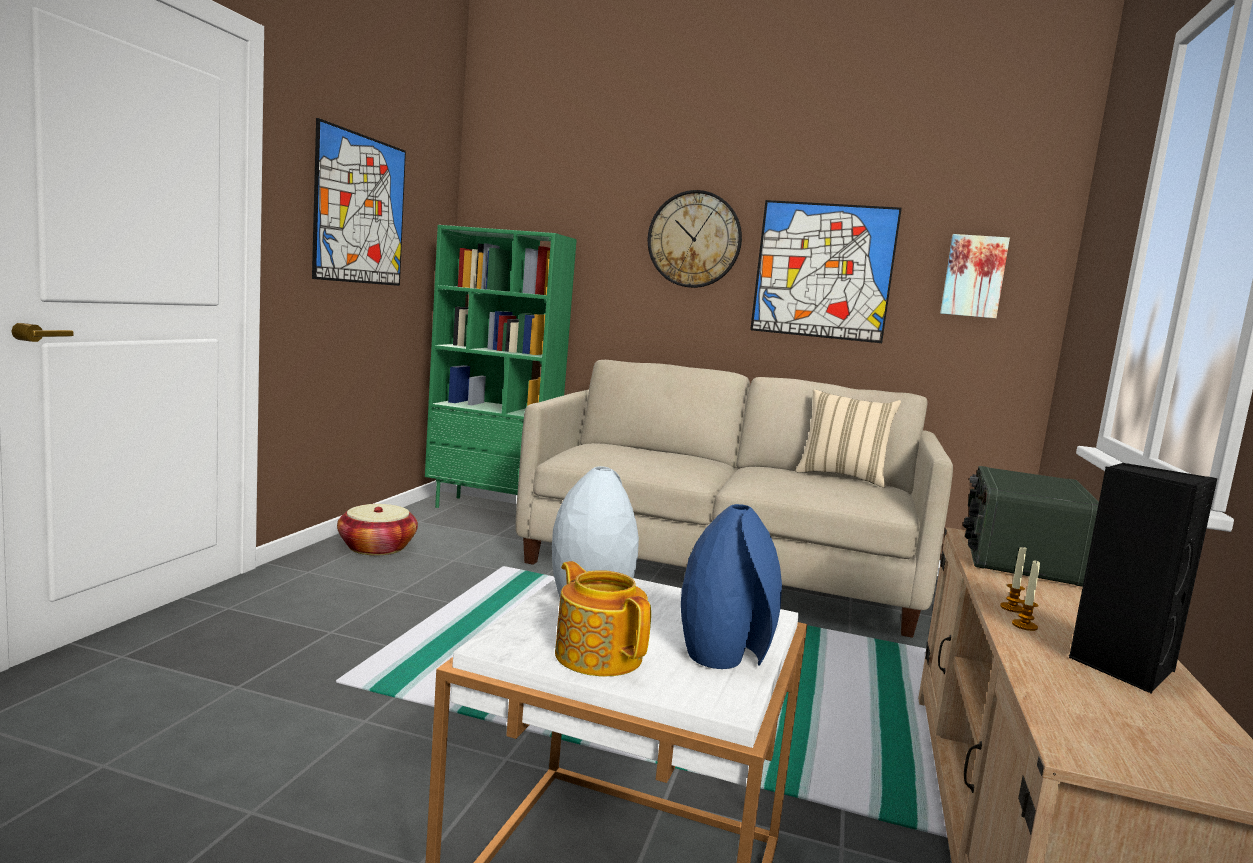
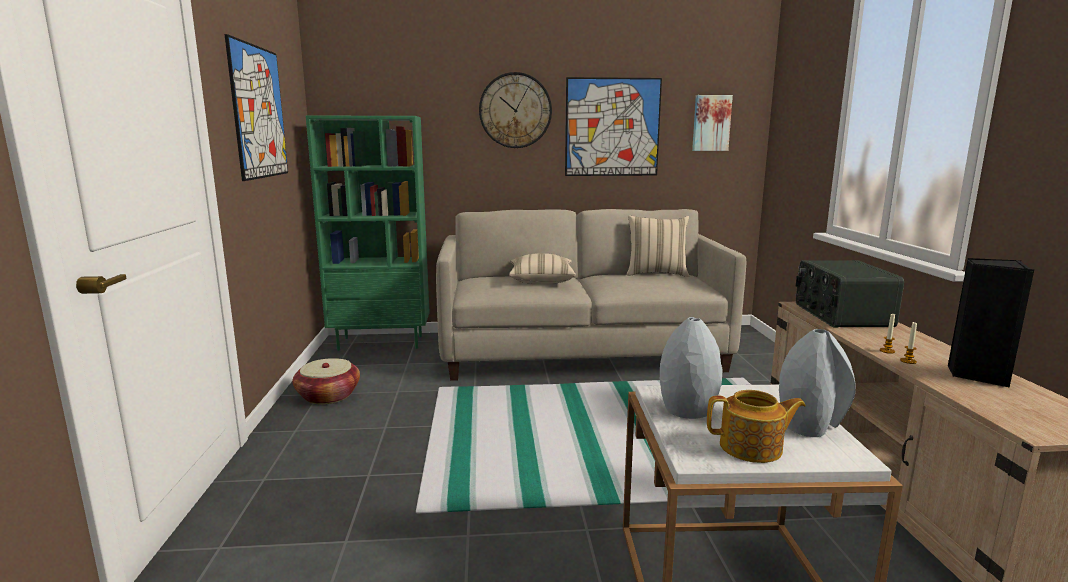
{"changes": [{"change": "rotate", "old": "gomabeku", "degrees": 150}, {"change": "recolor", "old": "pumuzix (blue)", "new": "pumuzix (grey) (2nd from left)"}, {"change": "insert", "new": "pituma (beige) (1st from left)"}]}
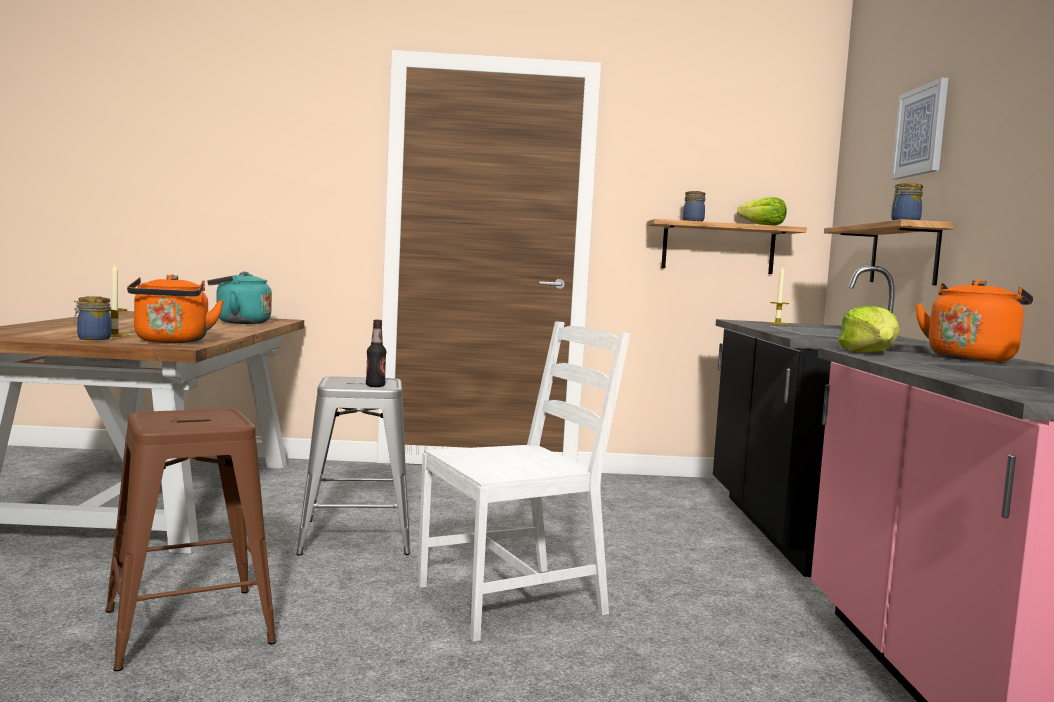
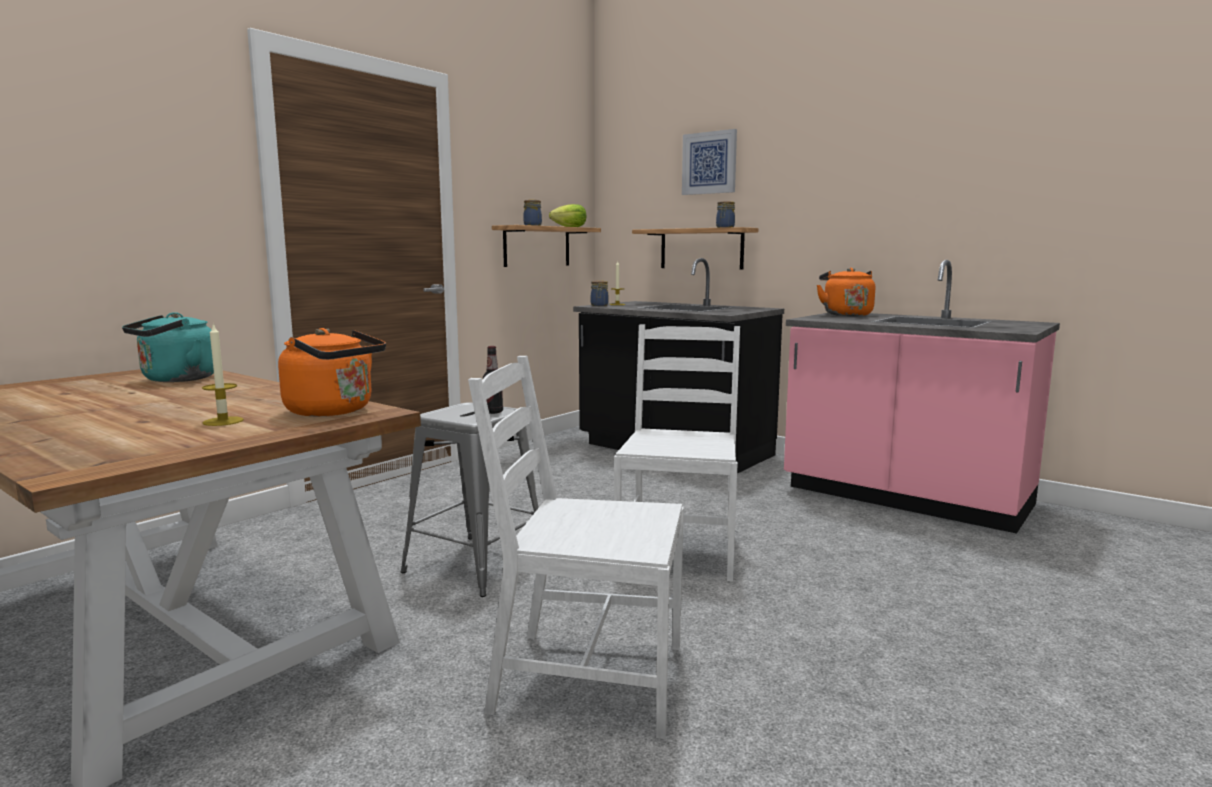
{"changes": [{"change": "move", "old": "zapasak (1st from left in the first image)", "new": "zapasak (2nd from left)"}, {"change": "replace", "old": "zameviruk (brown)", "new": "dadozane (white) (1st from left)"}, {"change": "delete", "old": "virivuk (2nd from left)"}]}
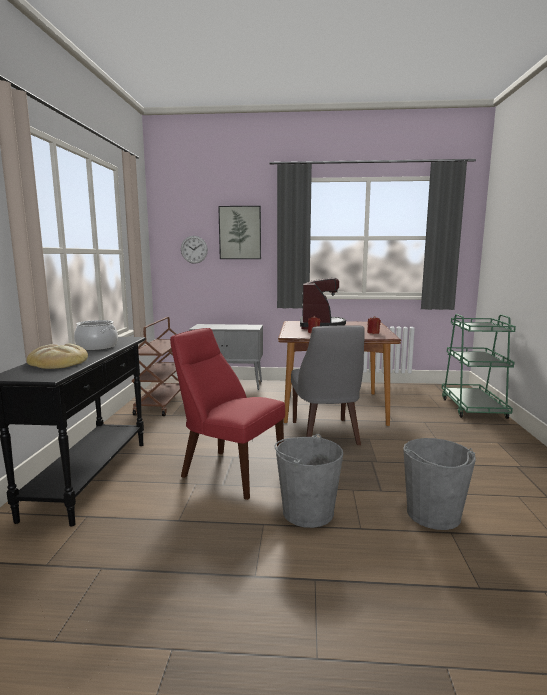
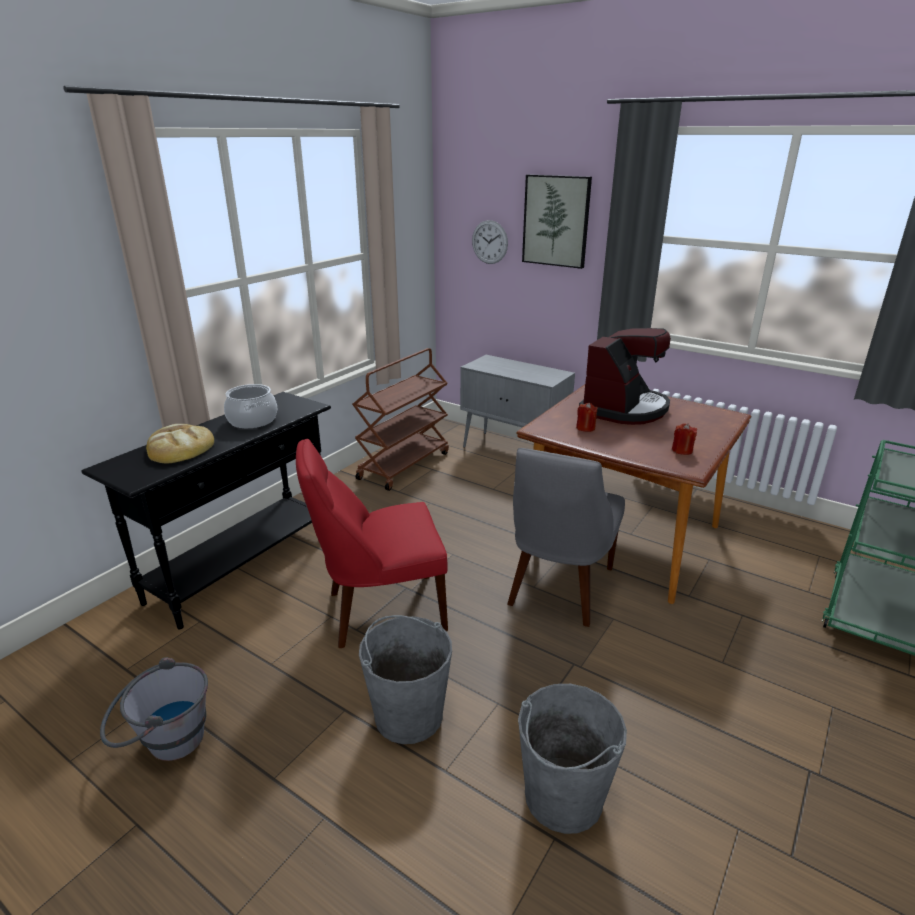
{"changes": [{"change": "rotate", "old": "dadozane (red)", "degrees": -75}, {"change": "insert", "new": "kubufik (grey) (1st from left)"}]}
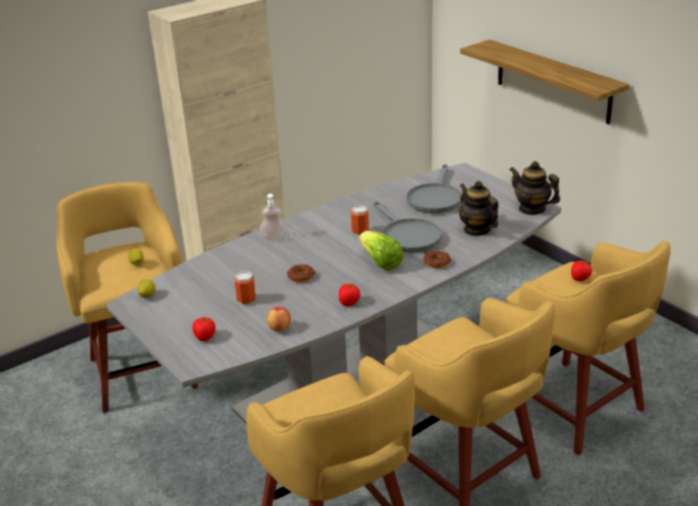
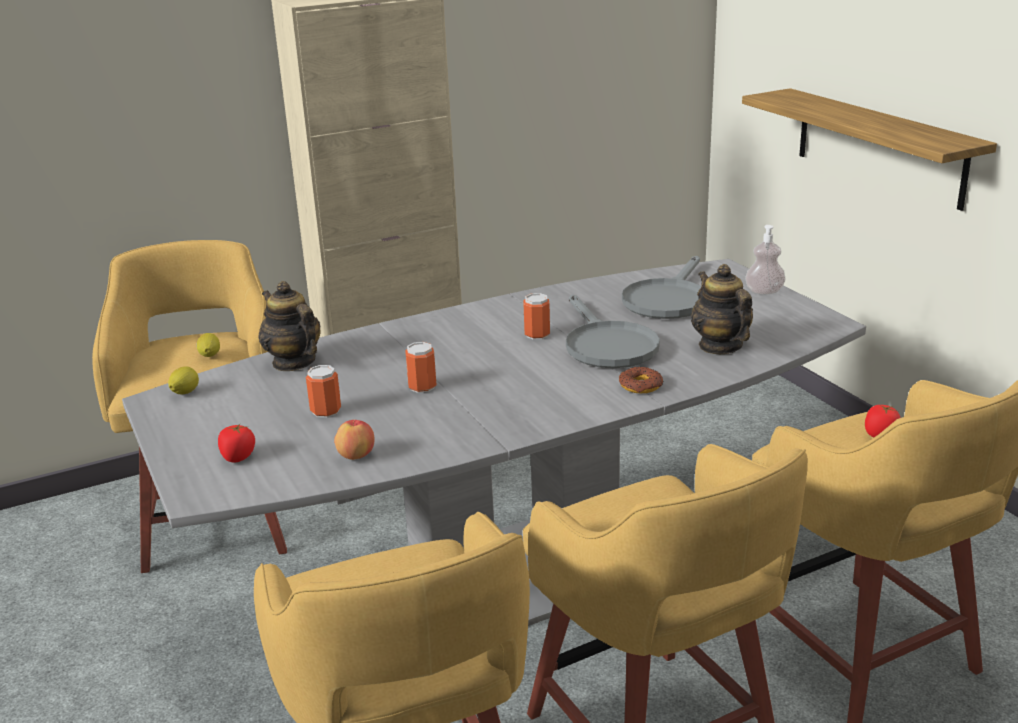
{"changes": [{"change": "move", "old": "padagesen"}, {"change": "replace", "old": "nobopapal (1st from left)", "new": "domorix (2nd from left)"}, {"change": "delete", "old": "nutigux (2nd from left)"}, {"change": "delete", "old": "virivuk"}, {"change": "move", "old": "gomabeku (2nd from left in the first image)", "new": "gomabeku (1st from left)"}]}
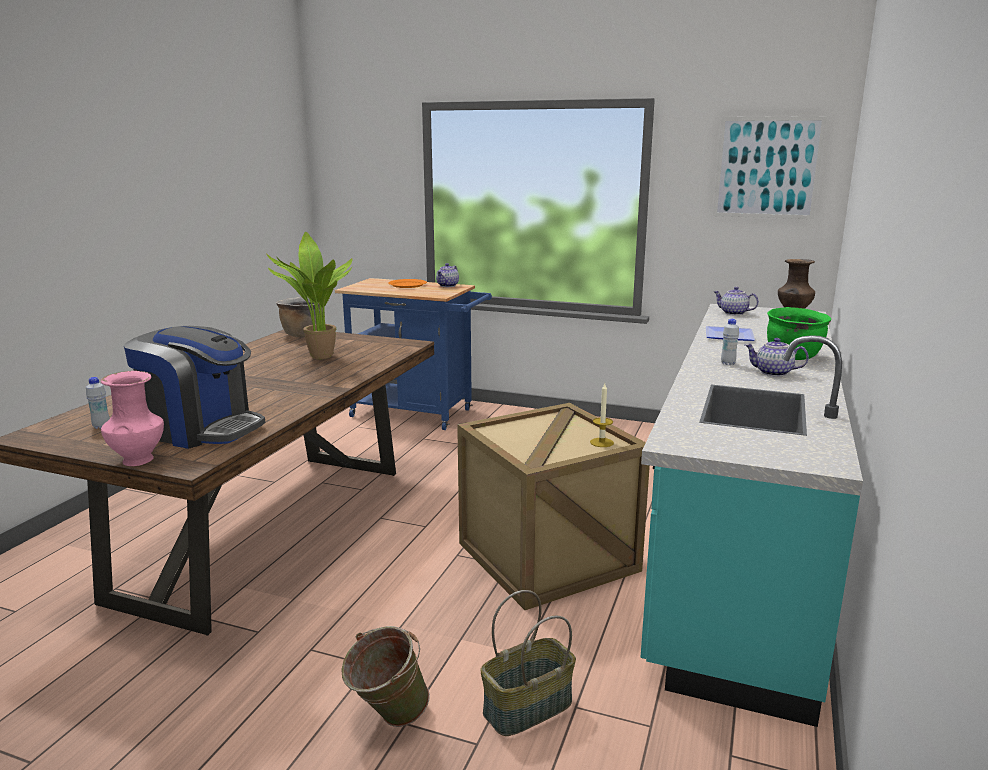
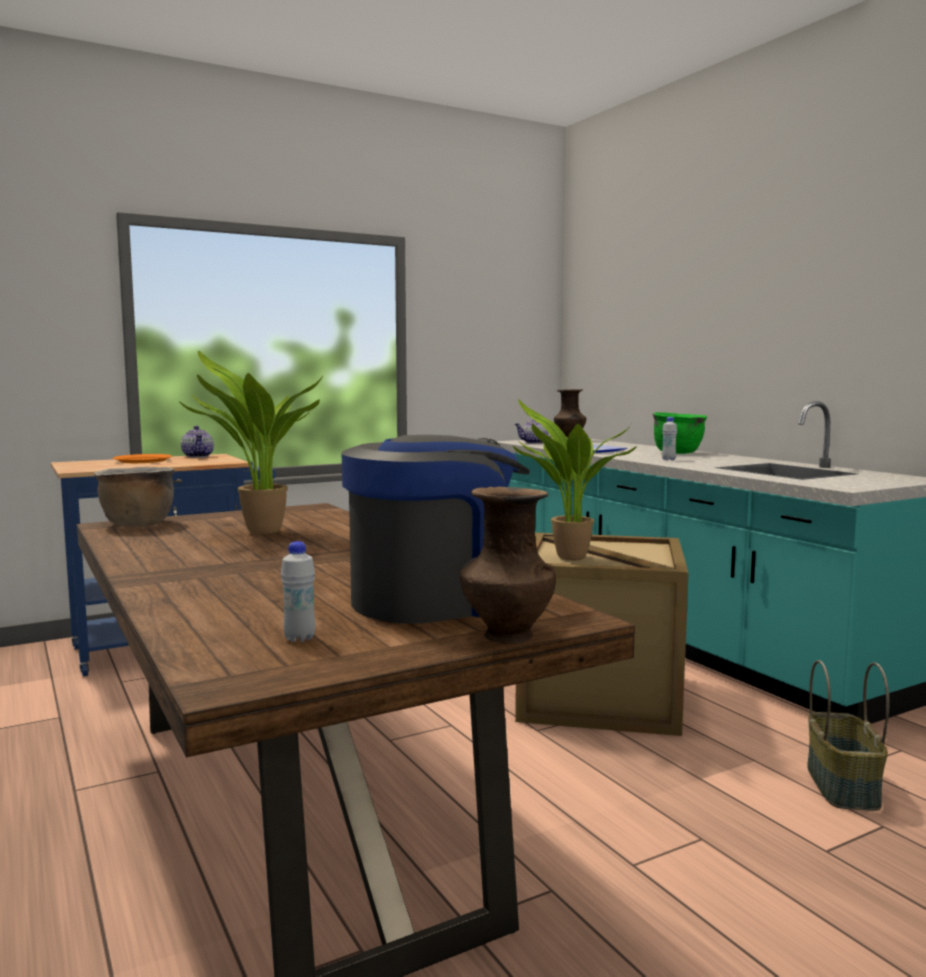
{"changes": [{"change": "recolor", "old": "pumuzix (pink)", "new": "pumuzix (brown) (1st from left)"}, {"change": "delete", "old": "kubufik (green)"}, {"change": "delete", "old": "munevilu"}, {"change": "delete", "old": "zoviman"}, {"change": "delete", "old": "gomabeku (3rd from left)"}, {"change": "insert", "new": "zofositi (2nd from left)"}]}
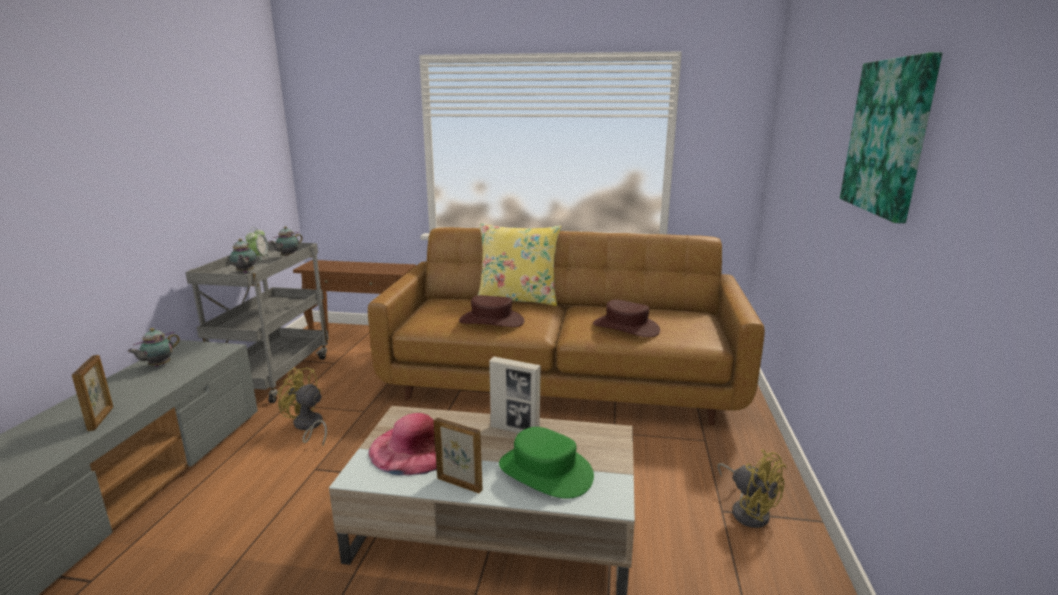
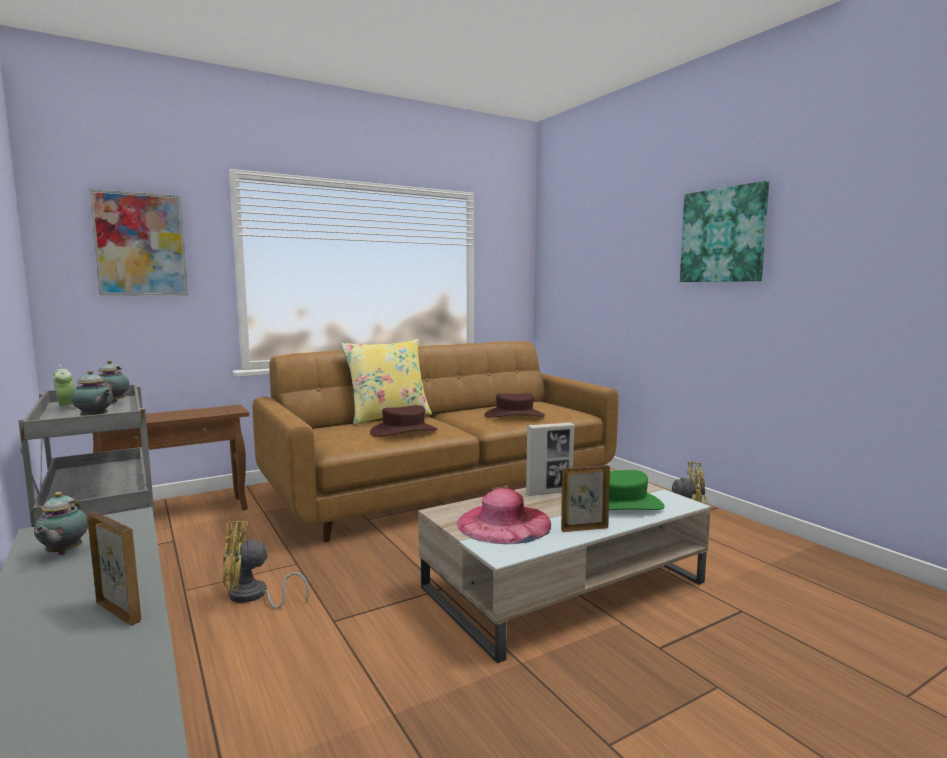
{"changes": [{"change": "insert", "new": "zoviman (1st from left)"}]}
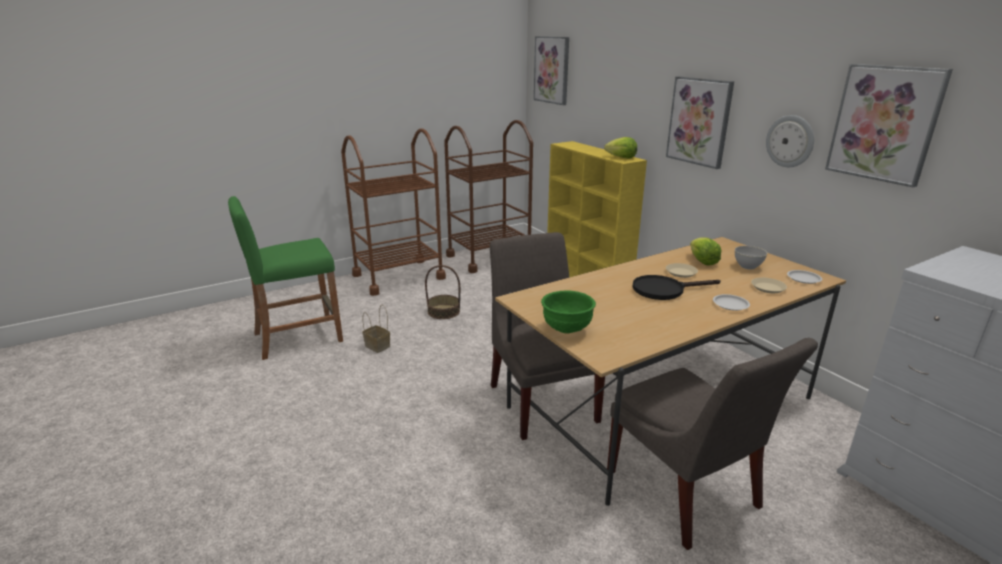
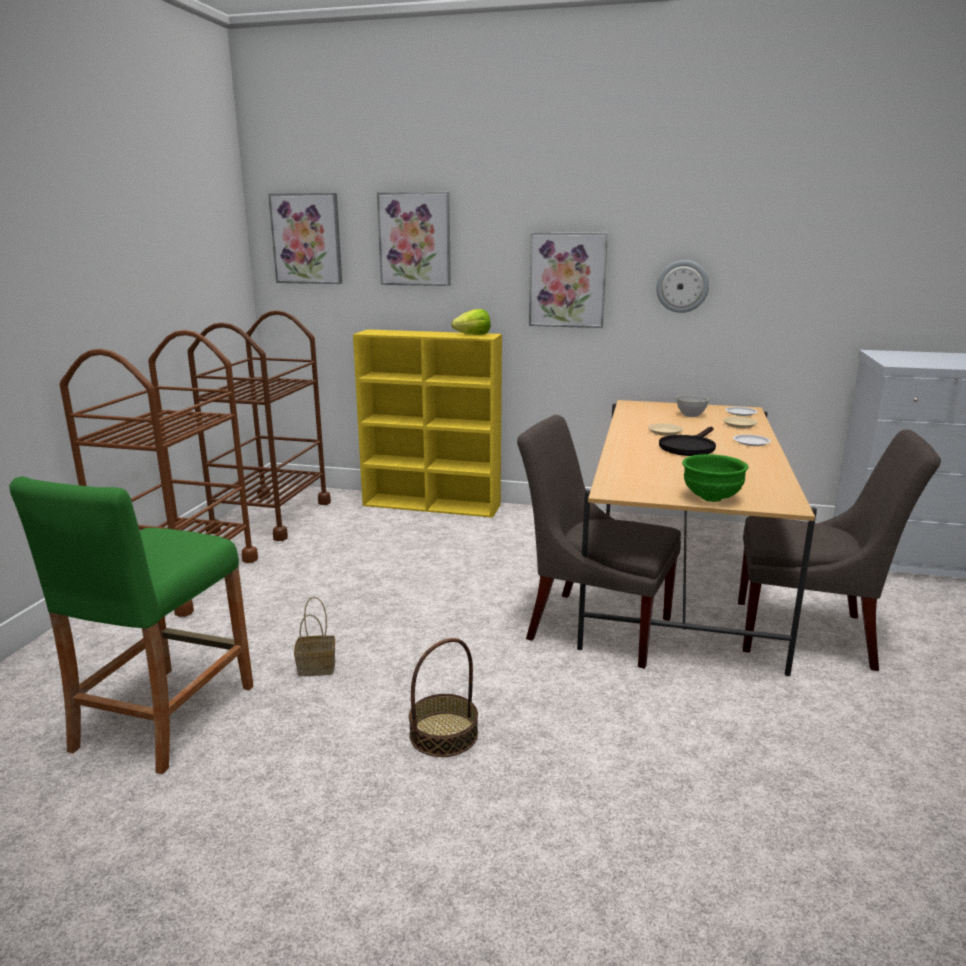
{"changes": [{"change": "move", "old": "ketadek (2nd from left)"}, {"change": "delete", "old": "virivuk (2nd from left)"}, {"change": "move", "old": "zoviman (3rd from left in the first image)", "new": "zoviman (2nd from left)"}]}
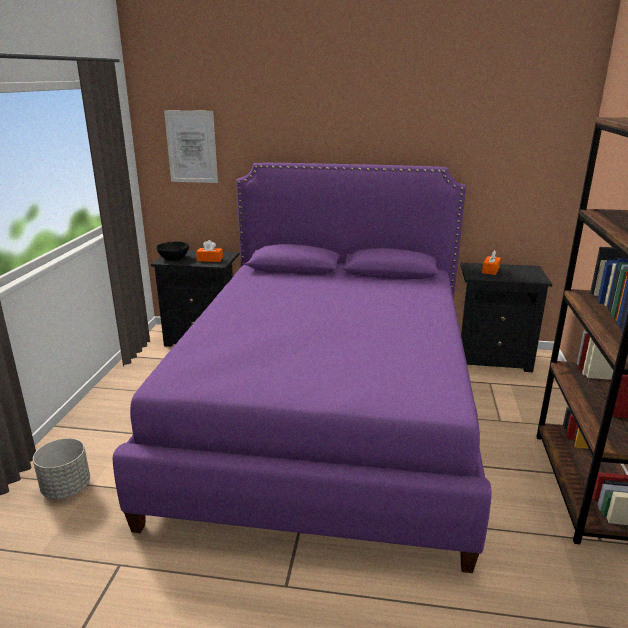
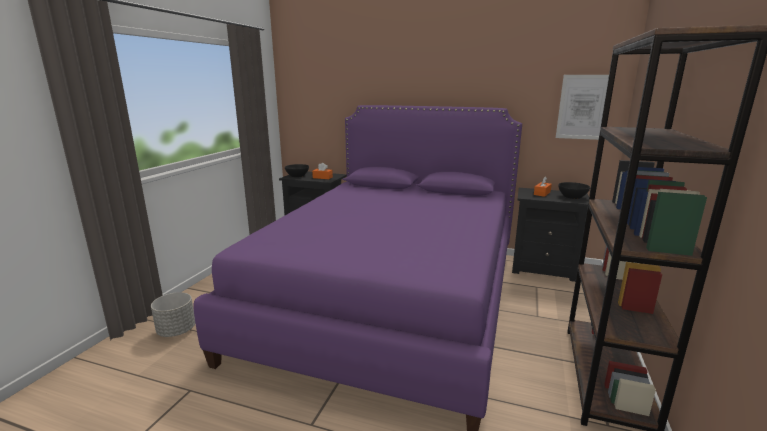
{"changes": [{"change": "move", "old": "zoviman"}, {"change": "insert", "new": "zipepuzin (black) (2nd from left)"}]}
